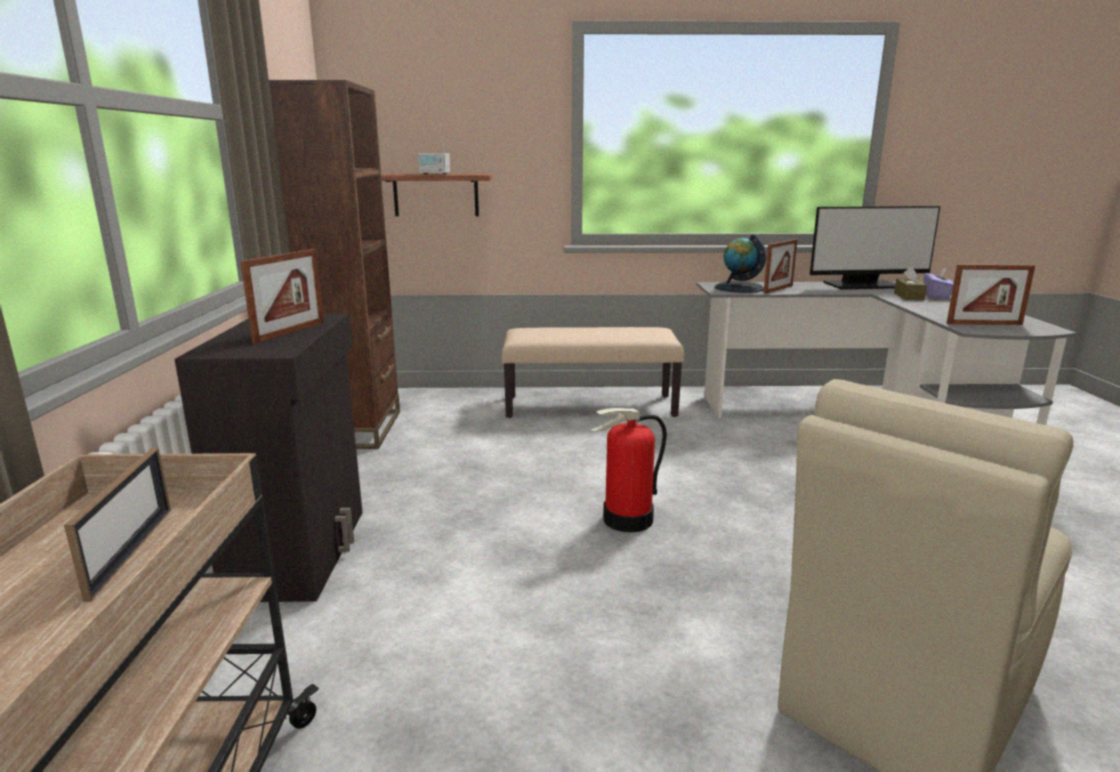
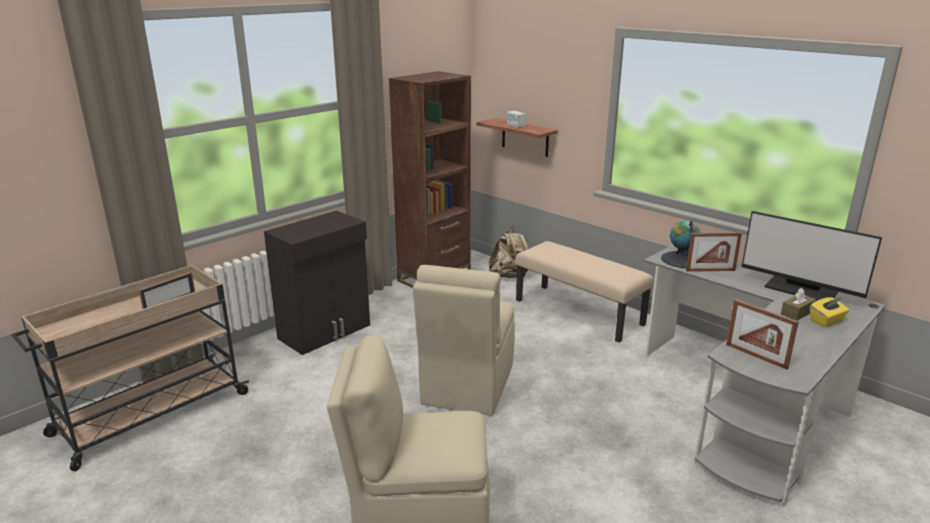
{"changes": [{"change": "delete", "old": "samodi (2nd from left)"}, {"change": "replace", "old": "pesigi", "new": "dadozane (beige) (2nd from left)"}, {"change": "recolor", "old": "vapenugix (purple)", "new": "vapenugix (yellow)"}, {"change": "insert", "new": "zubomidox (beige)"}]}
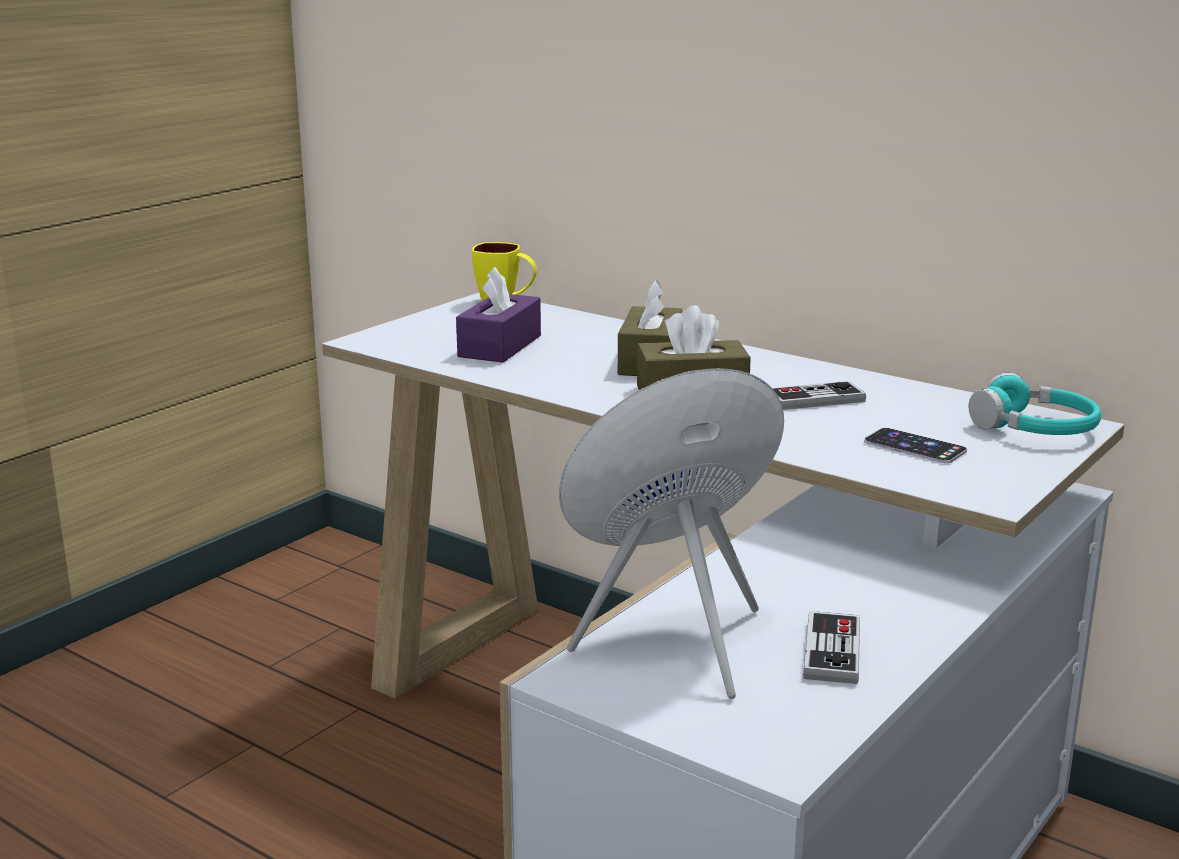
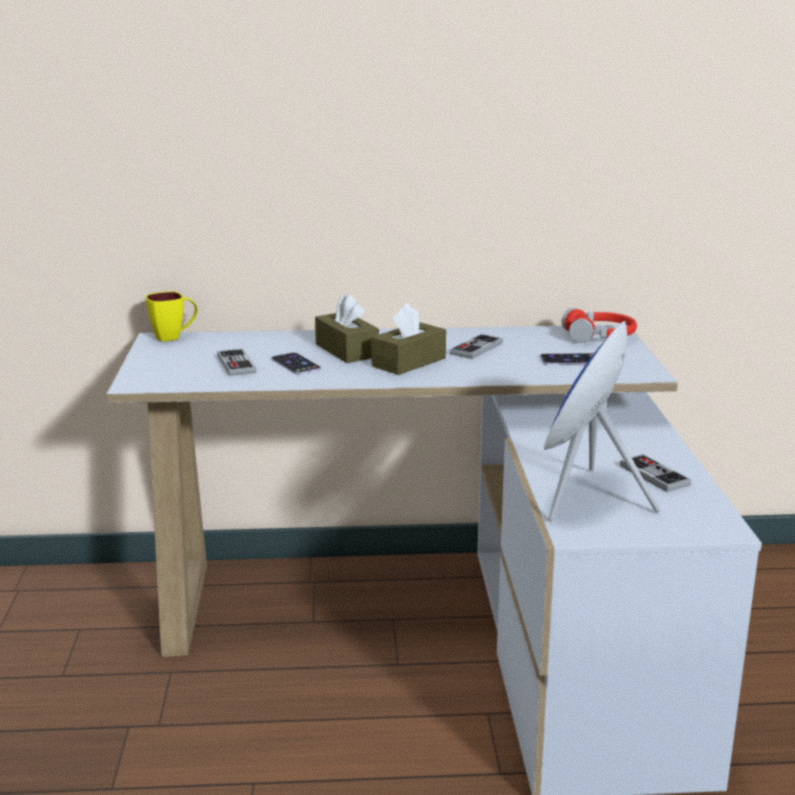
{"changes": [{"change": "replace", "old": "vapenugix (purple)", "new": "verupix (1st from left)"}, {"change": "recolor", "old": "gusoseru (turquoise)", "new": "gusoseru (red)"}, {"change": "insert", "new": "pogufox (1st from left)"}]}
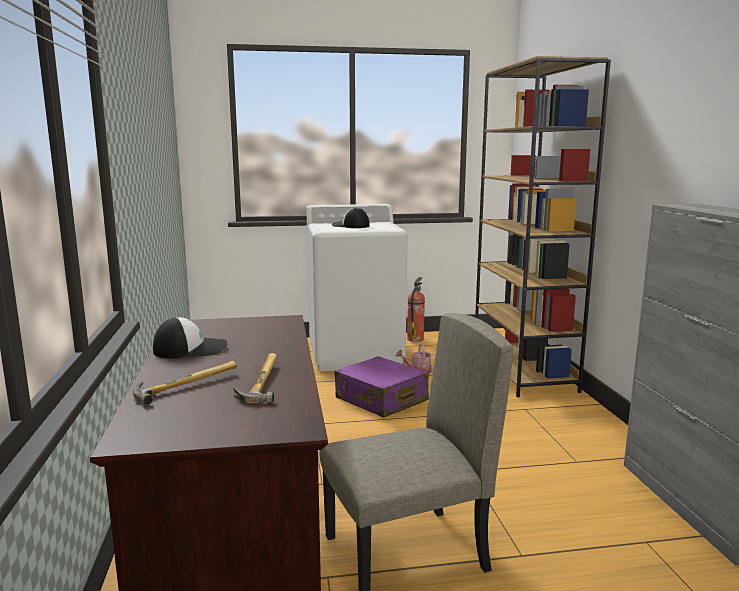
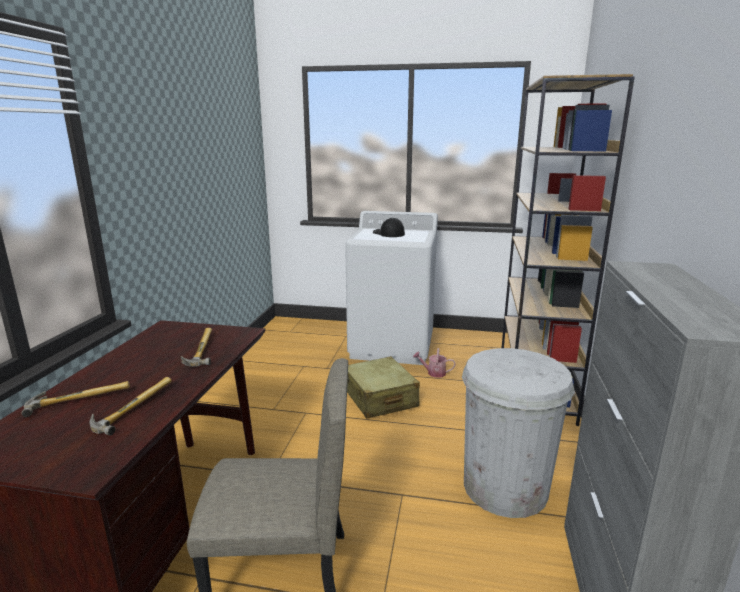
{"changes": [{"change": "delete", "old": "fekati (1st from left)"}, {"change": "recolor", "old": "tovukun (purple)", "new": "tovukun (beige)"}, {"change": "delete", "old": "pesigi"}, {"change": "insert", "new": "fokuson (3rd from left)"}, {"change": "insert", "new": "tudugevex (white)"}]}
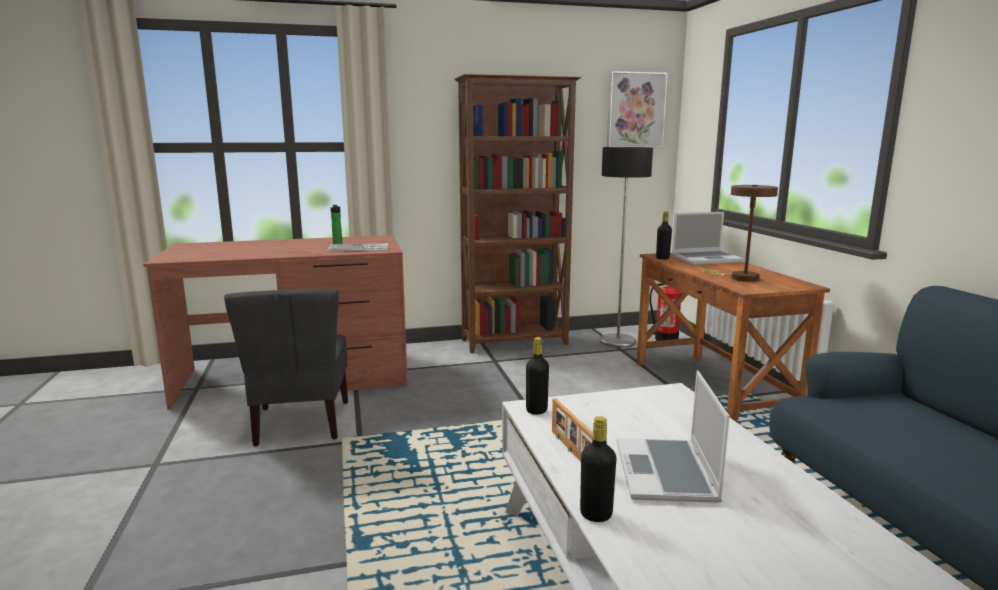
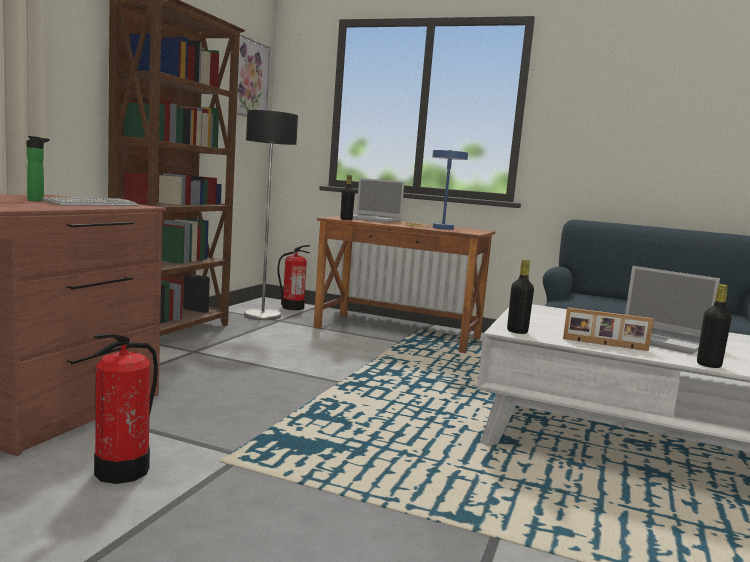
{"changes": [{"change": "replace", "old": "dadozane (grey)", "new": "pesigi (1st from left)"}, {"change": "rotate", "old": "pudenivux (2nd from left in the first image)", "degrees": 90}, {"change": "recolor", "old": "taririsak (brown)", "new": "taririsak (blue)"}]}
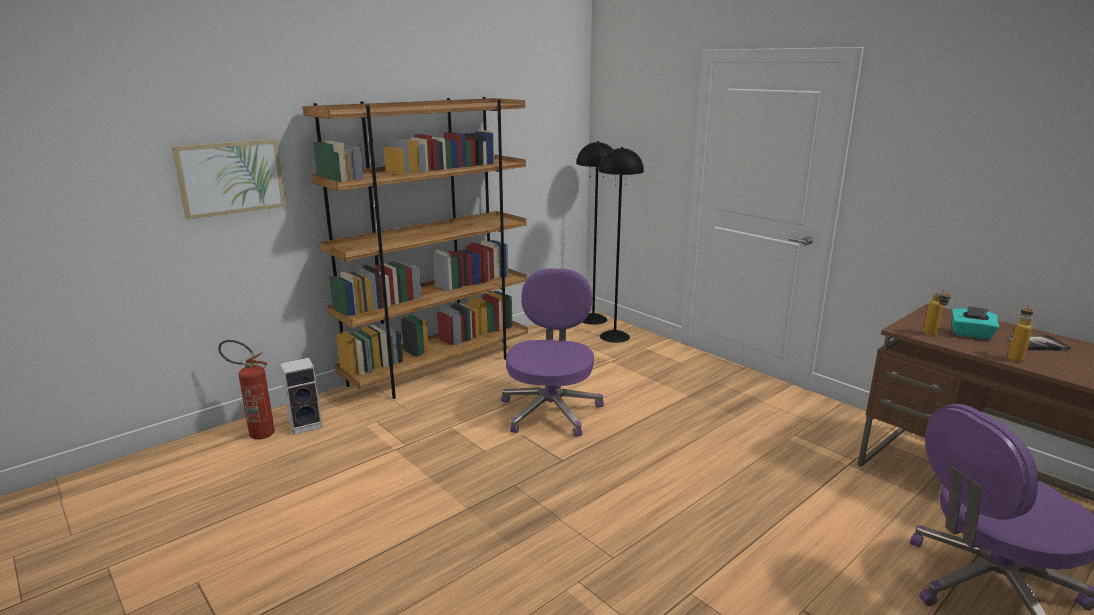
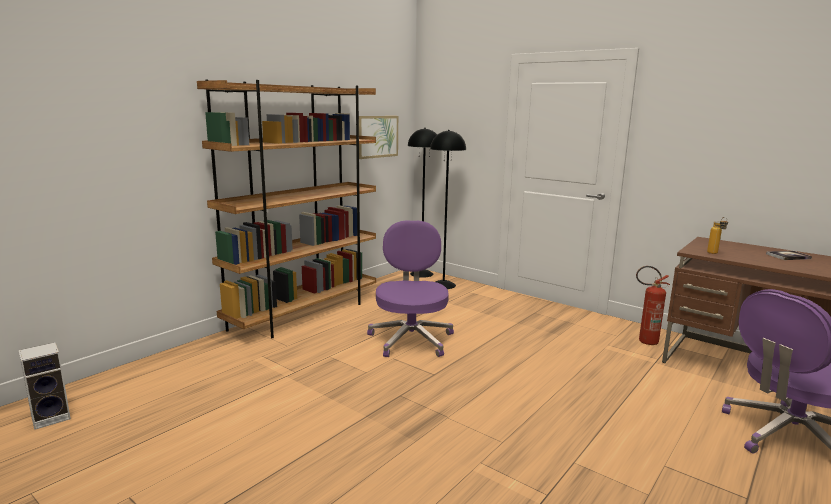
{"changes": [{"change": "move", "old": "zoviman"}, {"change": "move", "old": "pesigi"}, {"change": "move", "old": "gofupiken"}, {"change": "delete", "old": "vapenugix (turquoise)"}, {"change": "delete", "old": "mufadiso (2nd from left)"}]}
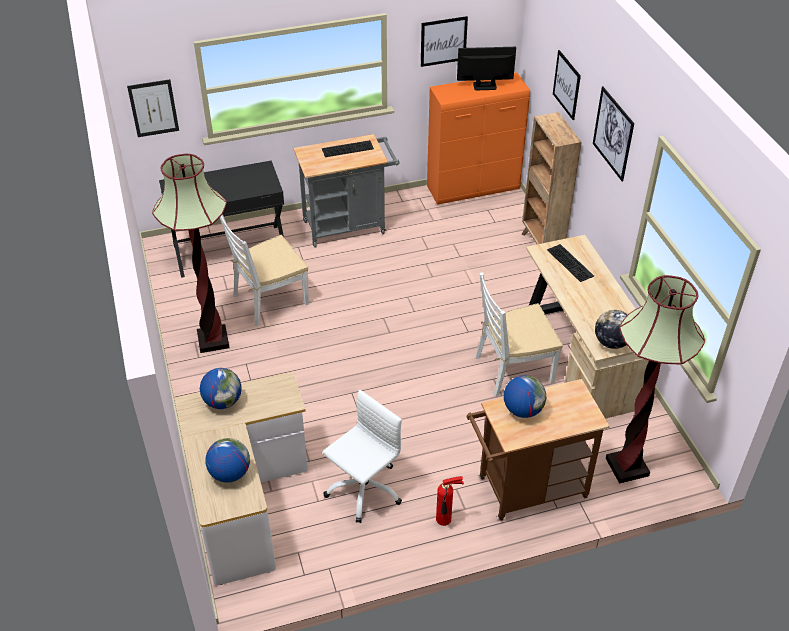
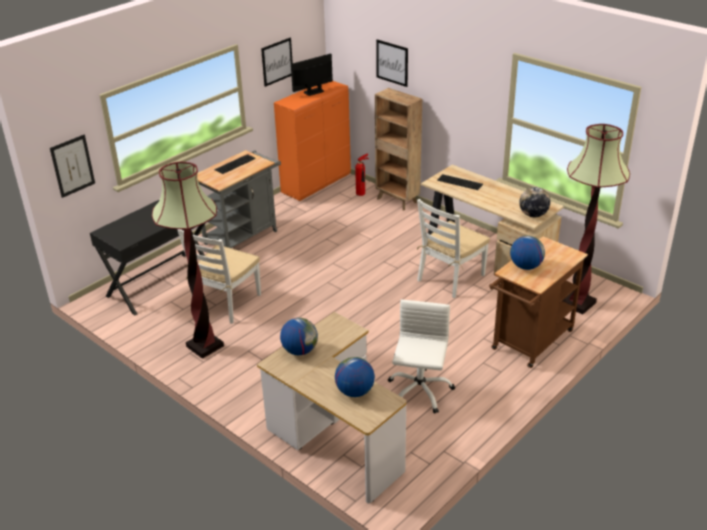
{"changes": [{"change": "move", "old": "pesigi"}, {"change": "delete", "old": "zoviman (4th from left)"}]}
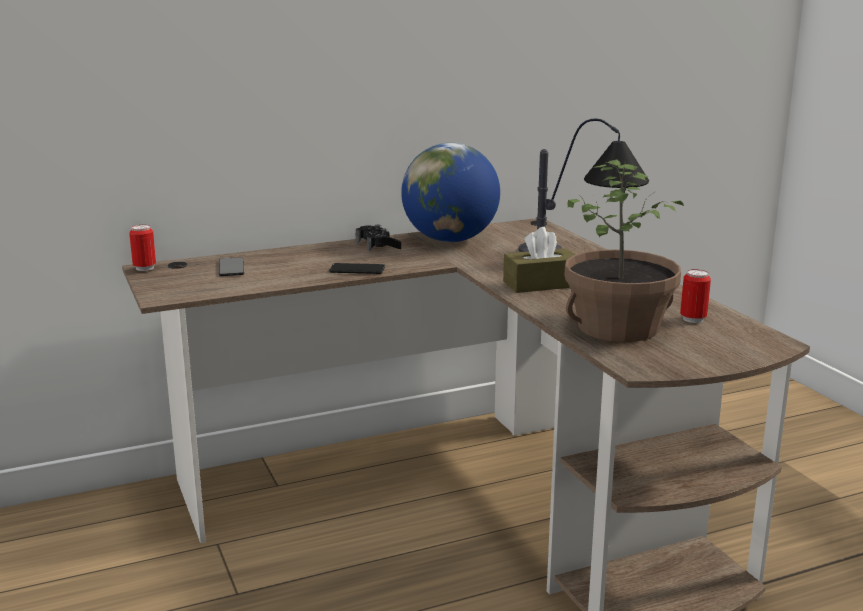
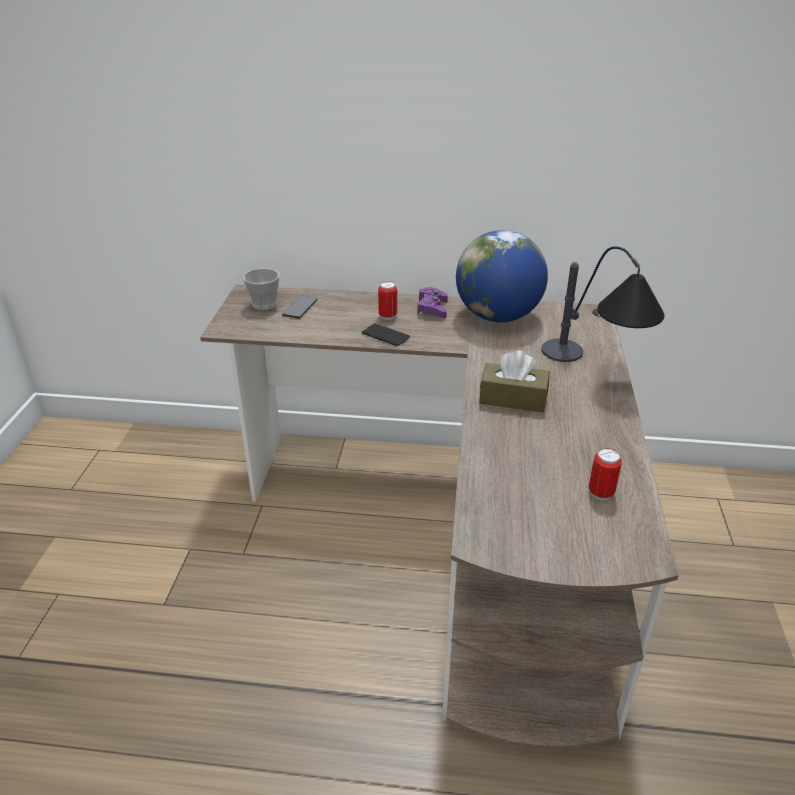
{"changes": [{"change": "move", "old": "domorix (1st from left)"}, {"change": "recolor", "old": "verupix (black)", "new": "verupix (purple)"}, {"change": "delete", "old": "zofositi"}, {"change": "insert", "new": "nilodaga"}]}
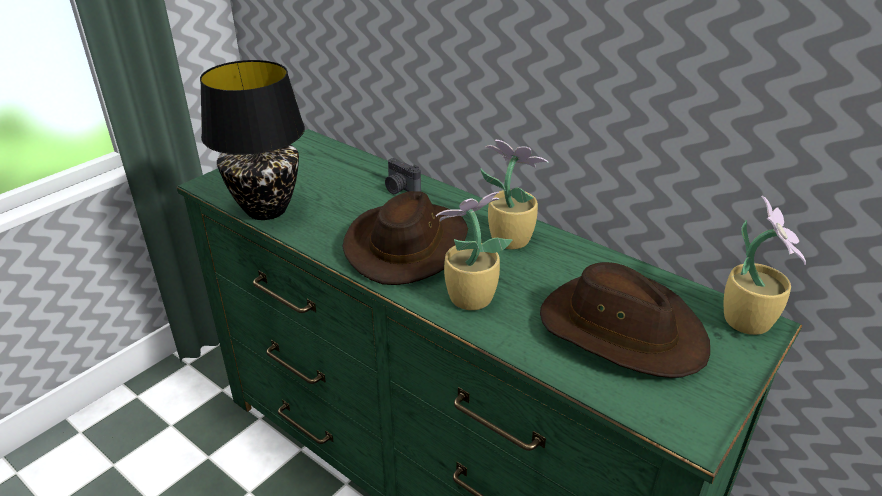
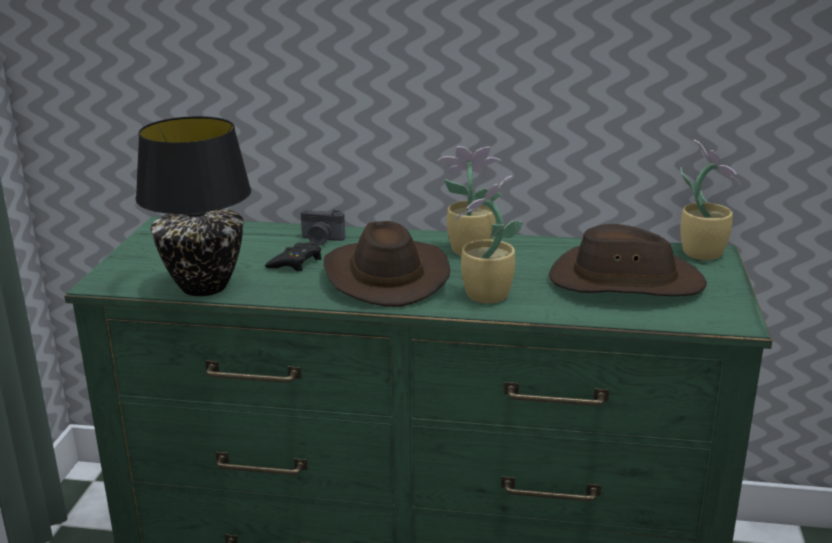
{"changes": [{"change": "insert", "new": "verupix (black)"}]}
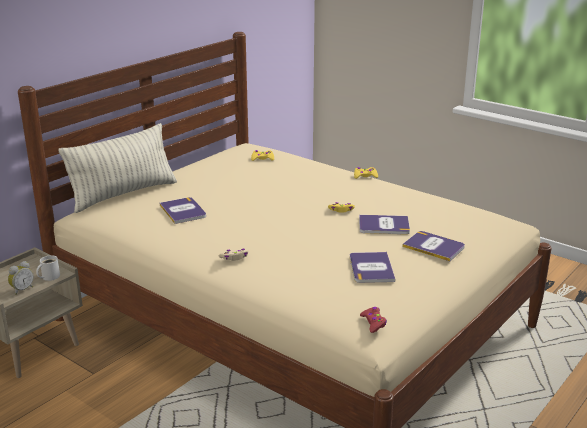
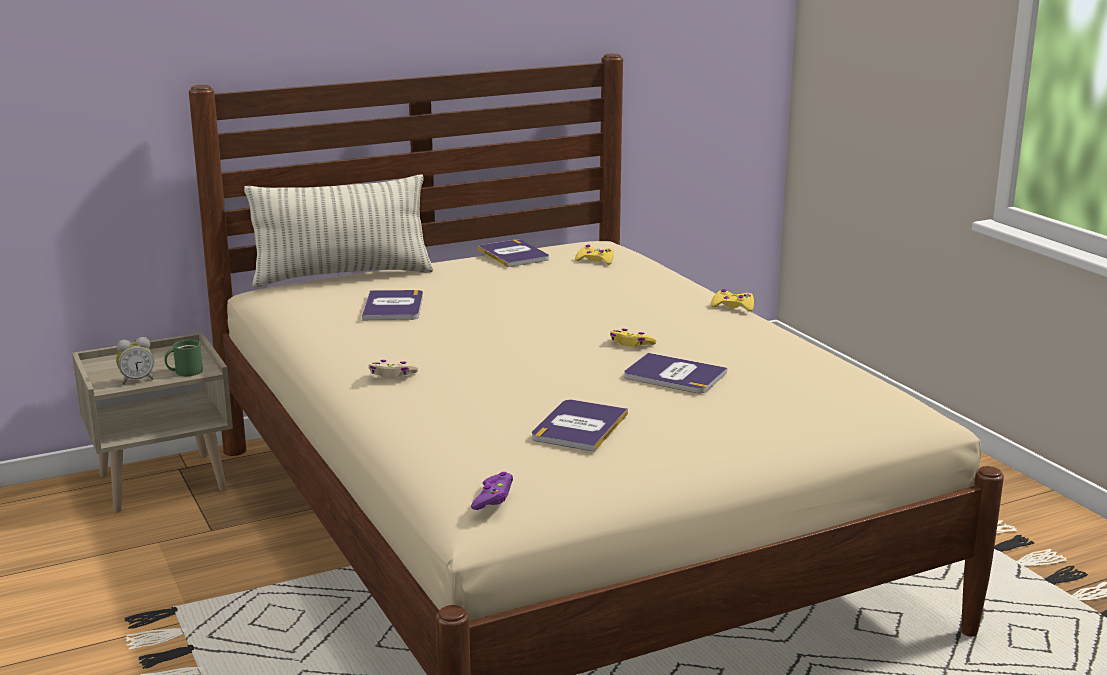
{"changes": [{"change": "recolor", "old": "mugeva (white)", "new": "mugeva (green)"}, {"change": "recolor", "old": "verupix (red)", "new": "verupix (purple)"}, {"change": "move", "old": "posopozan (4th from left in the first image)", "new": "posopozan (2nd from left)"}]}
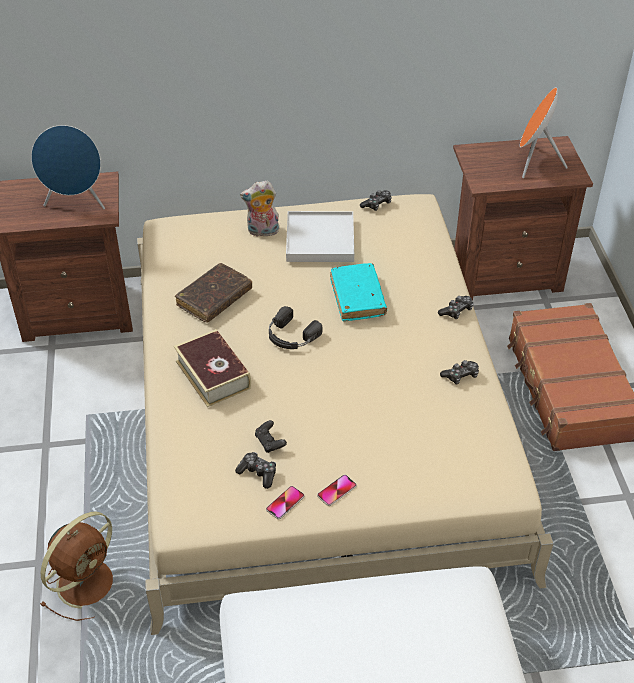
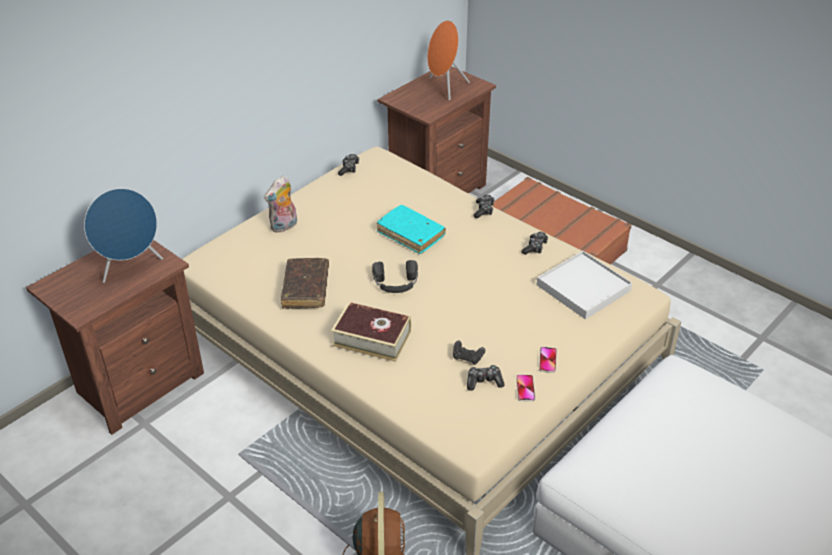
{"changes": [{"change": "move", "old": "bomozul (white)"}]}
